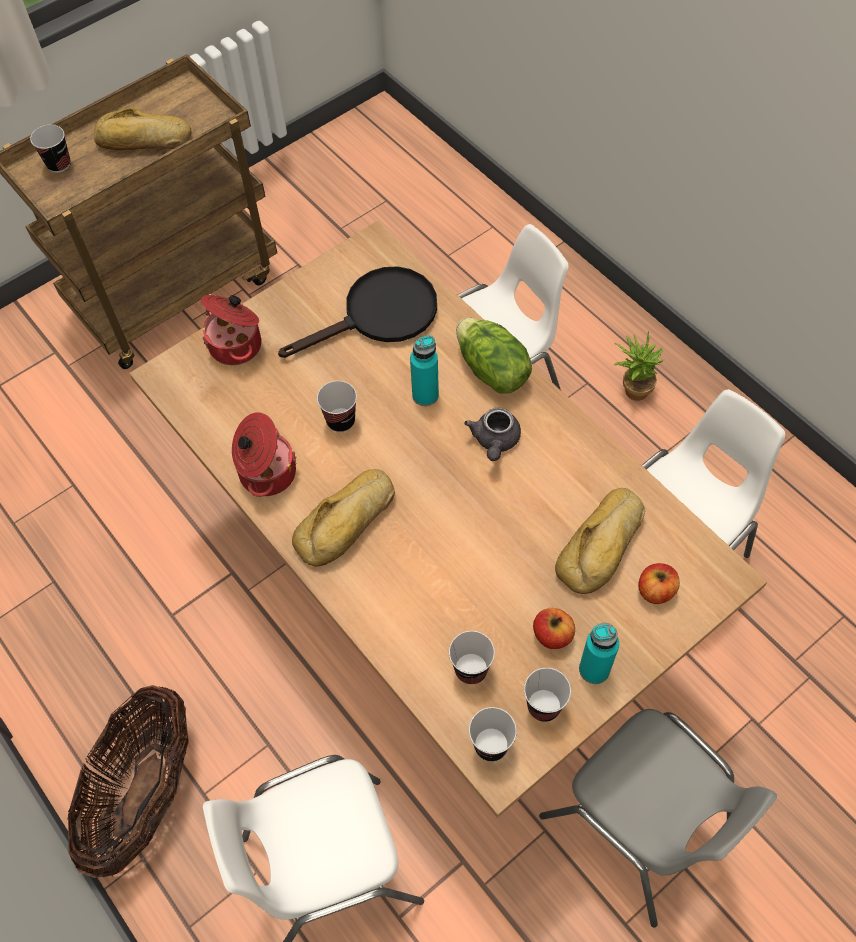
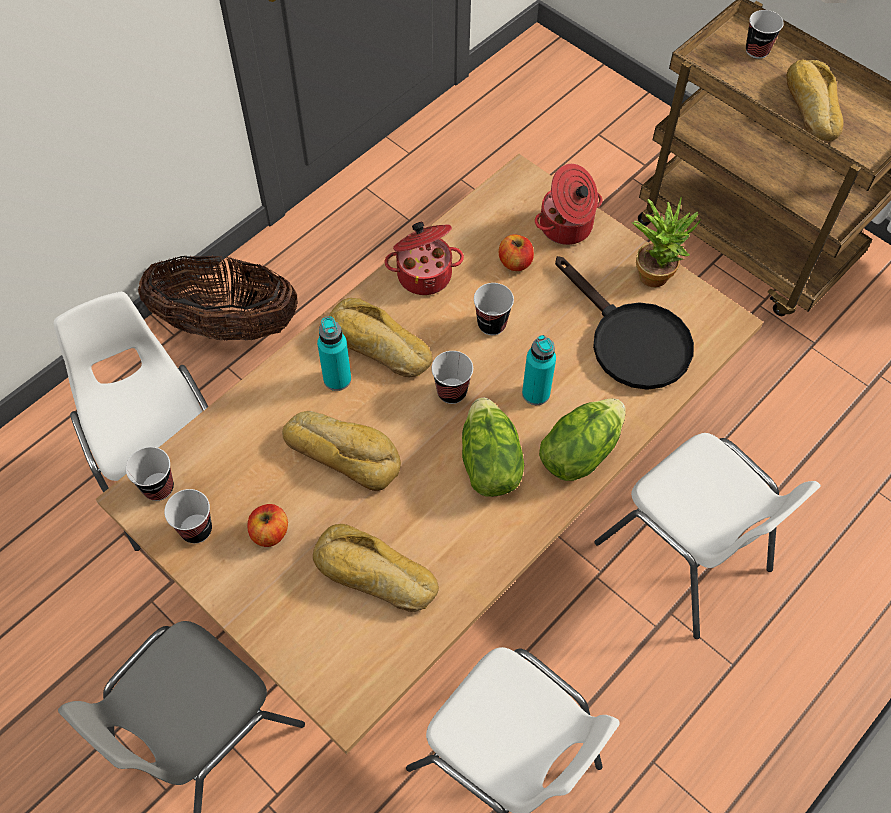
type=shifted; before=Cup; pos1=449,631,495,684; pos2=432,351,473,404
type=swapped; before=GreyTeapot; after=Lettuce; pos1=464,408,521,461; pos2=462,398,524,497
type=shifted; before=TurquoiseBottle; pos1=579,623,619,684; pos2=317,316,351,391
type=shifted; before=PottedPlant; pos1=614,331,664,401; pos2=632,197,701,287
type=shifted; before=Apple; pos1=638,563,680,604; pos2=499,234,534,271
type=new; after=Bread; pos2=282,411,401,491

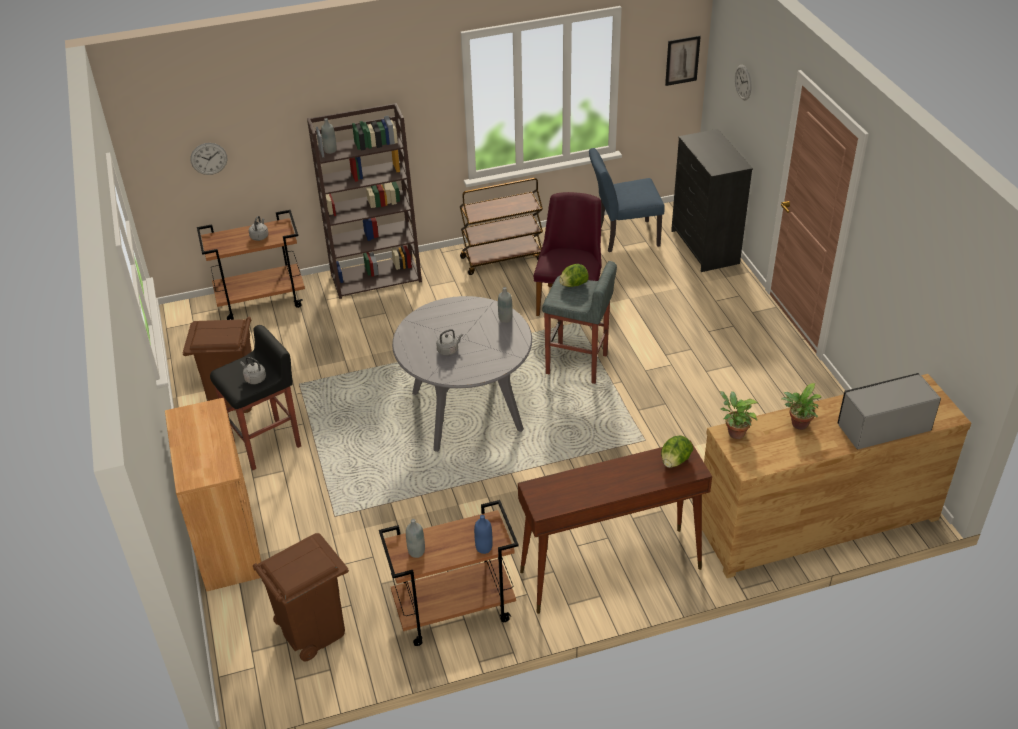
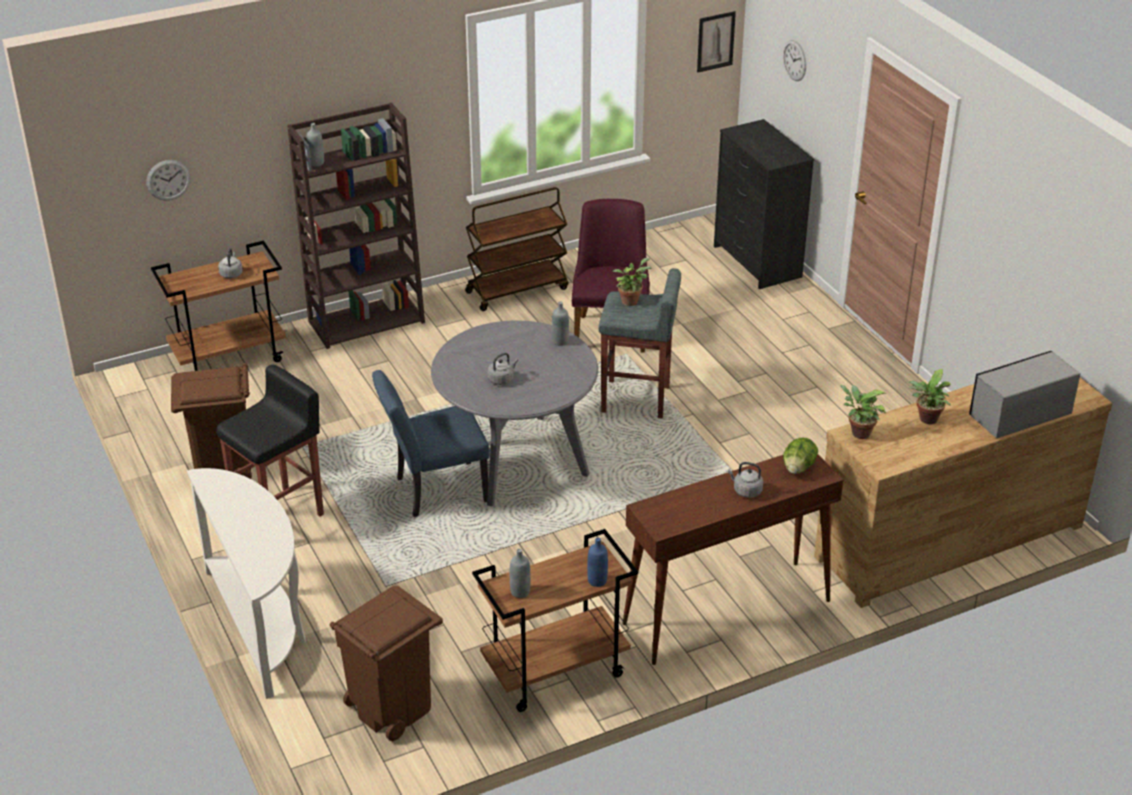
type=swapped; before=BrownCabinet; after=WhiteConsoleTable; pos1=165,398,261,592; pos2=187,468,306,699
type=shifted; before=GreyKettle; pos1=240,357,266,384; pos2=728,462,763,498
type=swapped; before=Lettuce; after=PottedPlant; pos1=559,264,589,287; pos2=613,258,652,306
type=shifted; before=BlueChair; pos1=589,148,665,252; pos2=372,370,490,517

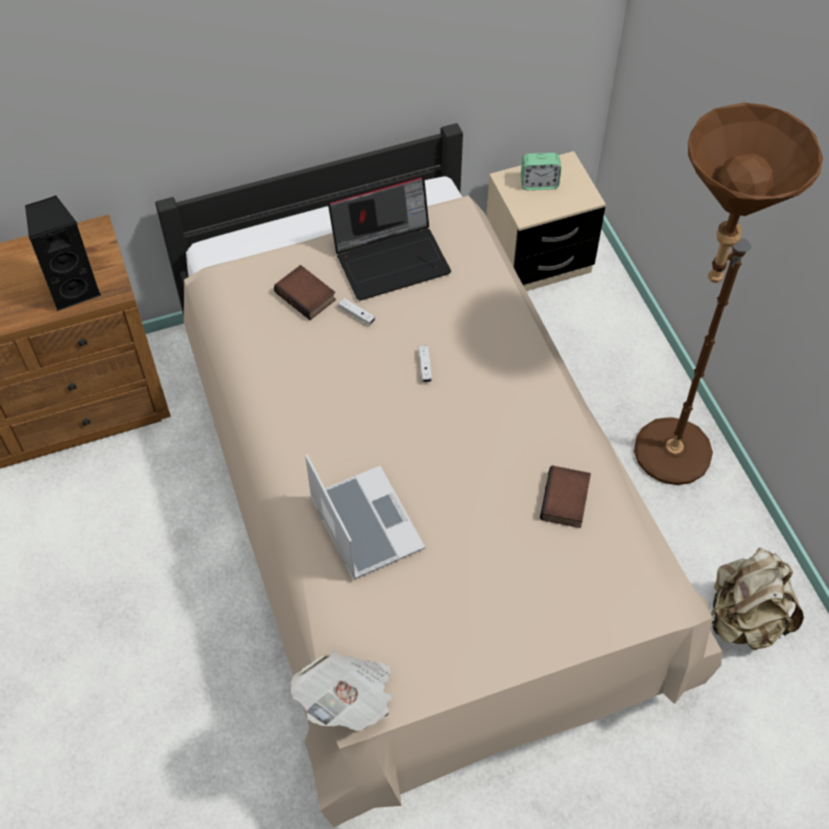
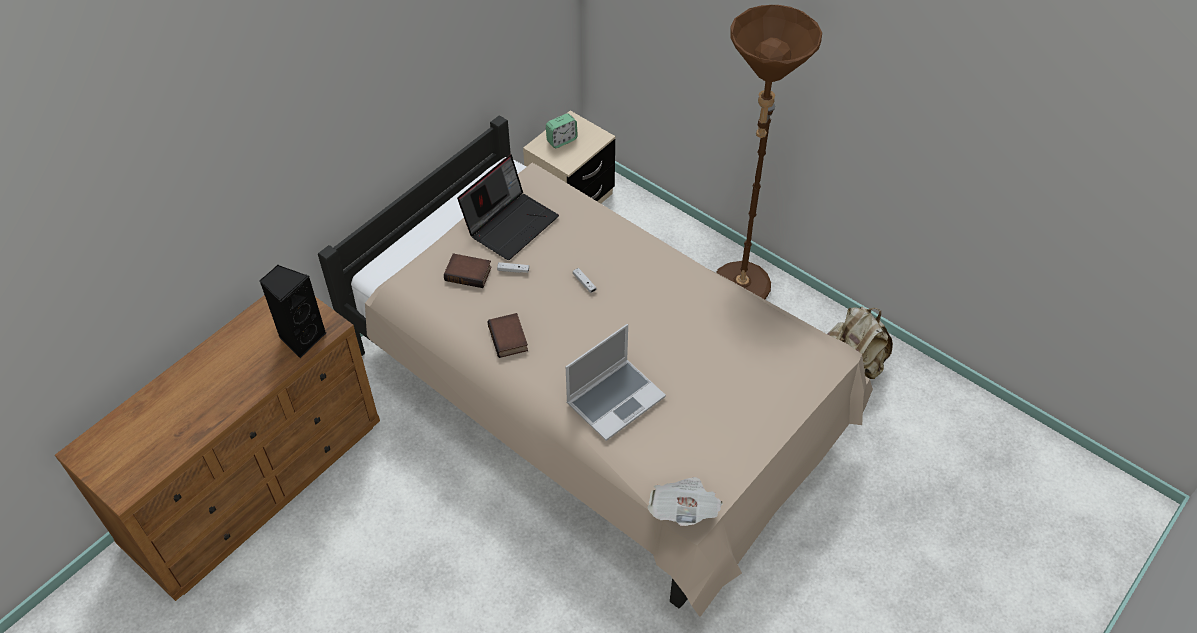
type=rotated; before=Laptop; pos1=305,454,425,580; pos2=566,324,666,441; turn=105
type=shifted; before=Book; pos1=540,465,591,528; pos2=488,313,528,358

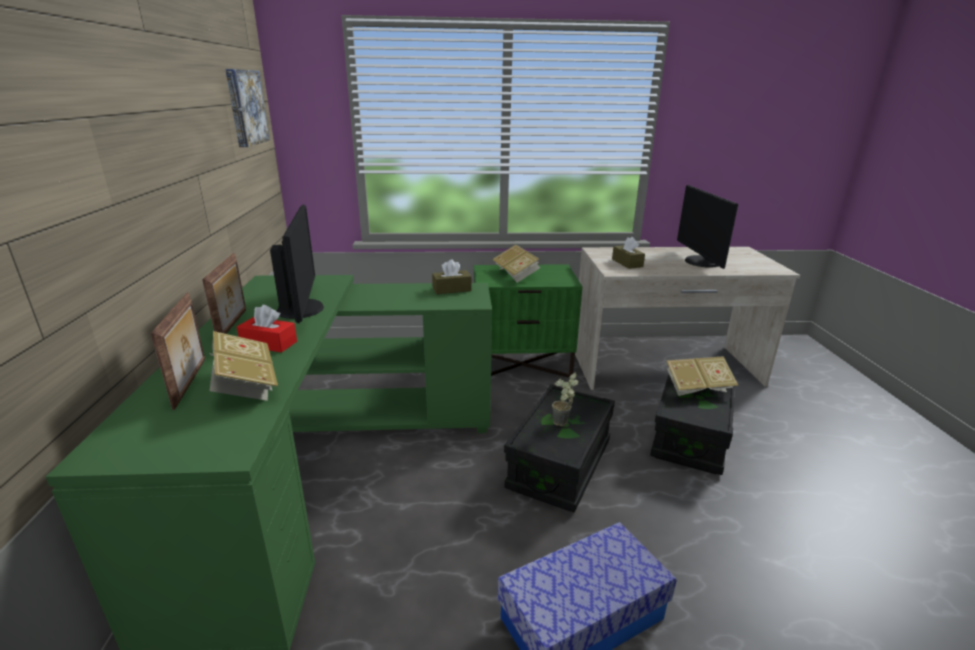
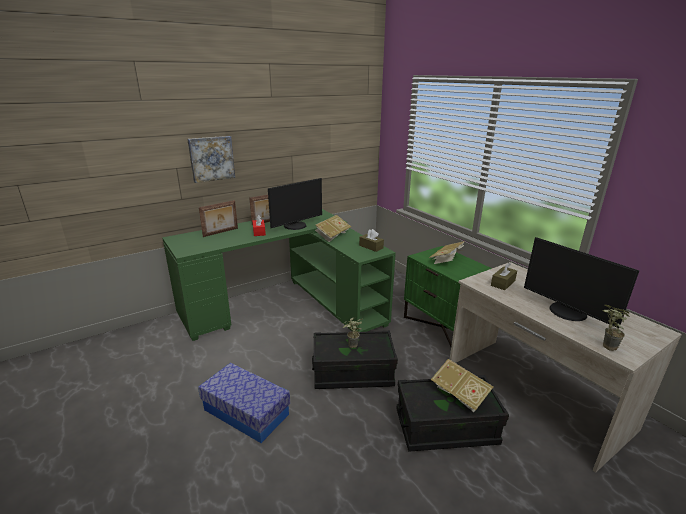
type=shifted; before=Book; pos1=209,331,278,401; pos2=315,215,351,242
type=shifted; before=Picture; pos1=225,69,270,147; pos2=187,136,235,183
type=rotated; before=Monitor; pos1=677,185,738,269; pos2=524,237,639,328; turn=-90
type=new; after=PottedPlant; pos2=602,305,630,351

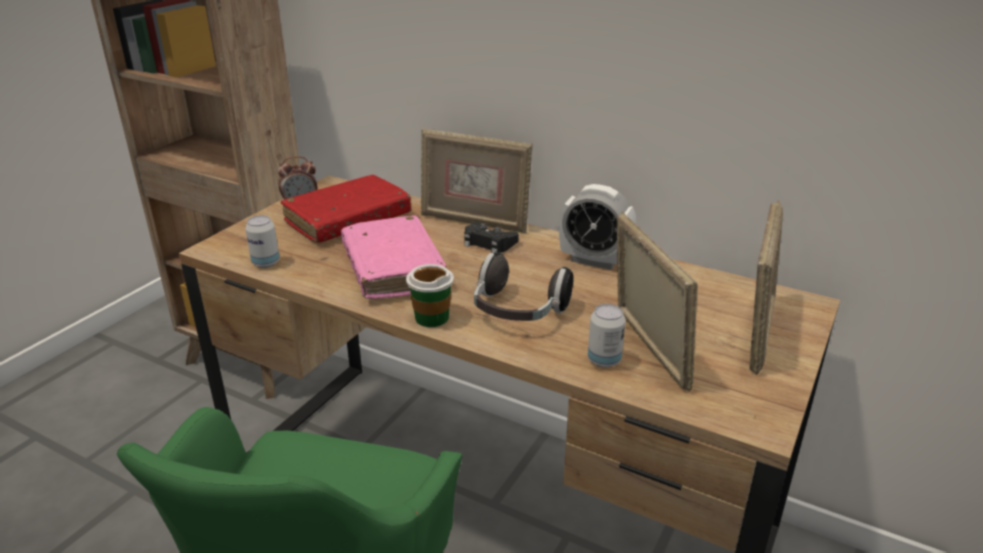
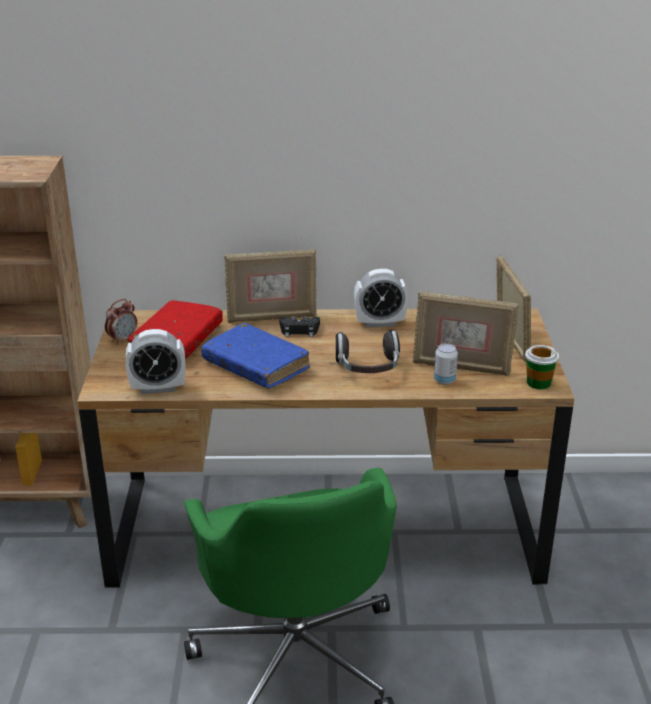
type=swapped; before=Can; after=AlarmClock; pos1=245,215,280,268; pos2=125,329,186,394
type=repainted; before=PinkBook; after=BlueBook; pos1=341,215,446,299; pos2=201,323,310,389
type=shifted; before=Cup; pos1=406,264,454,327; pos2=525,345,559,389
type=rotated; before=PictureFrame; pos1=617,211,698,392; pos2=413,291,519,376; turn=150

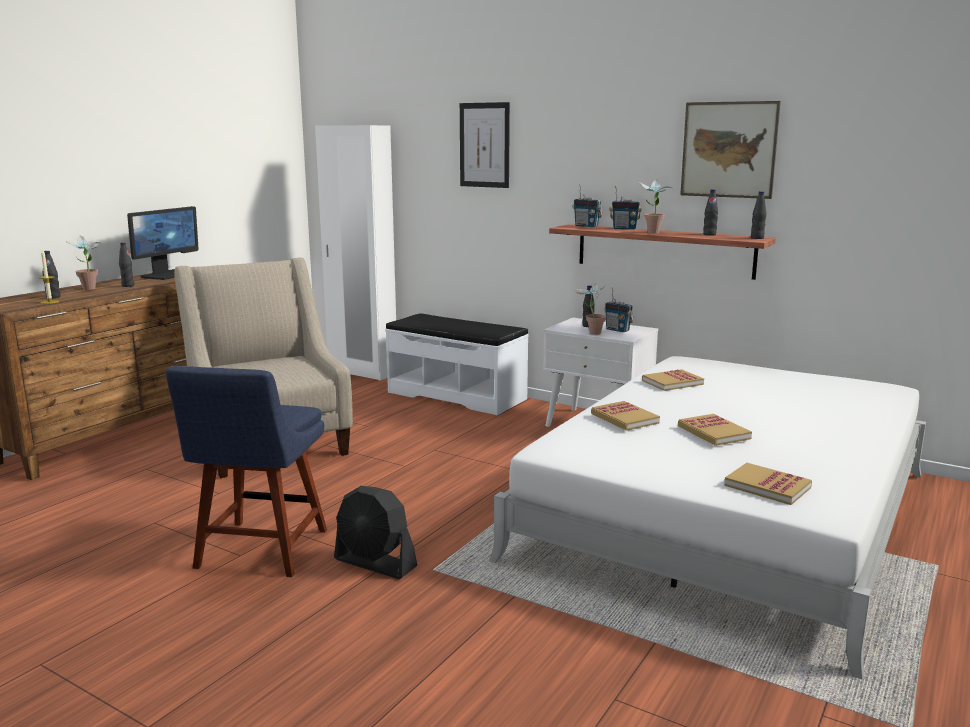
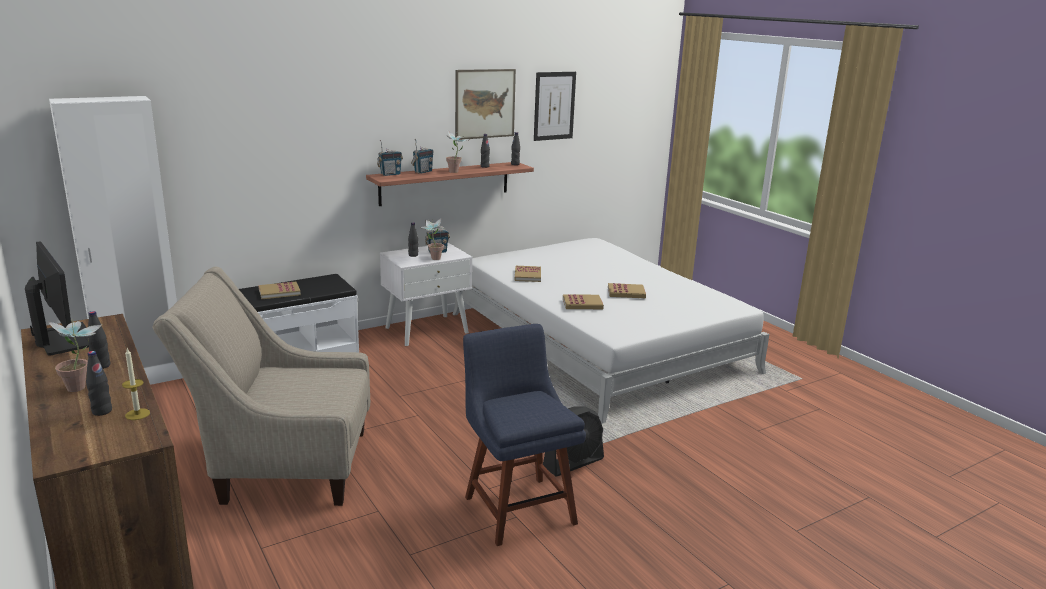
type=rotated; before=BlueChair; pos1=165,366,327,577; pos2=463,324,586,546; turn=-150
type=shifted; before=Picture; pos1=460,102,510,188; pos2=534,72,576,141
type=shifted; before=Book; pos1=724,463,812,505; pos2=258,282,301,299

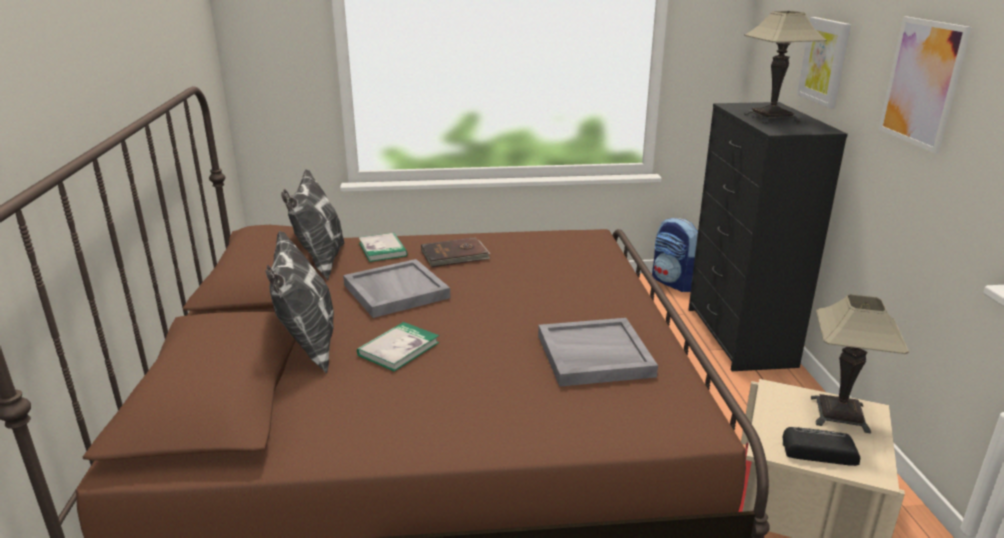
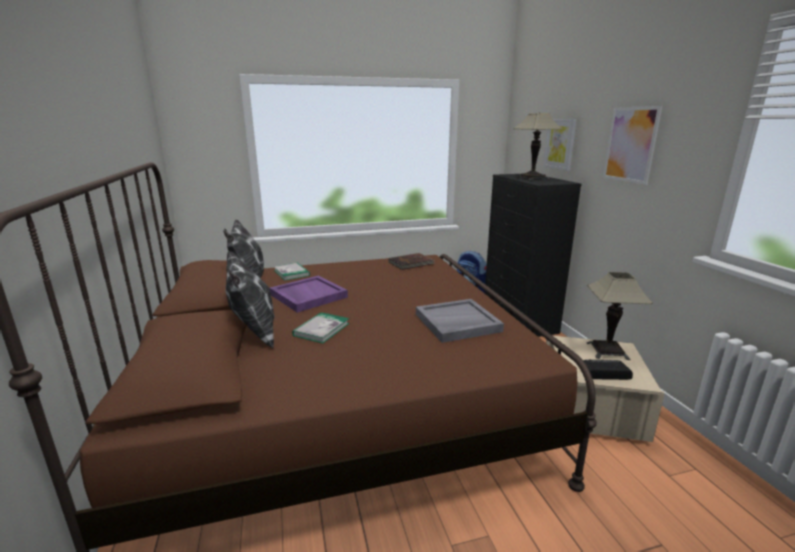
type=repainted; before=GreyTray; after=PurpleTray; pos1=343,259,450,318; pos2=270,276,348,313
type=shifted; before=BrownBook; pos1=421,237,491,267; pos2=389,253,435,270

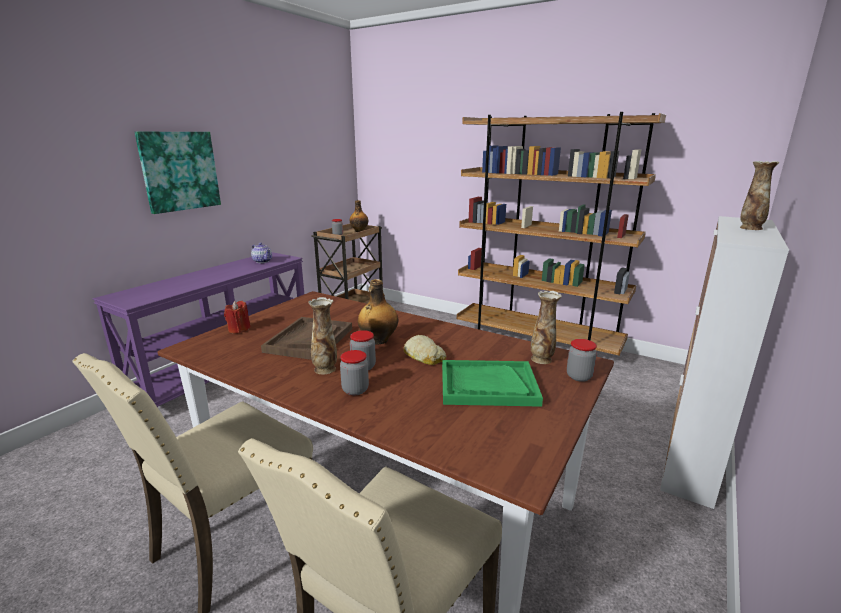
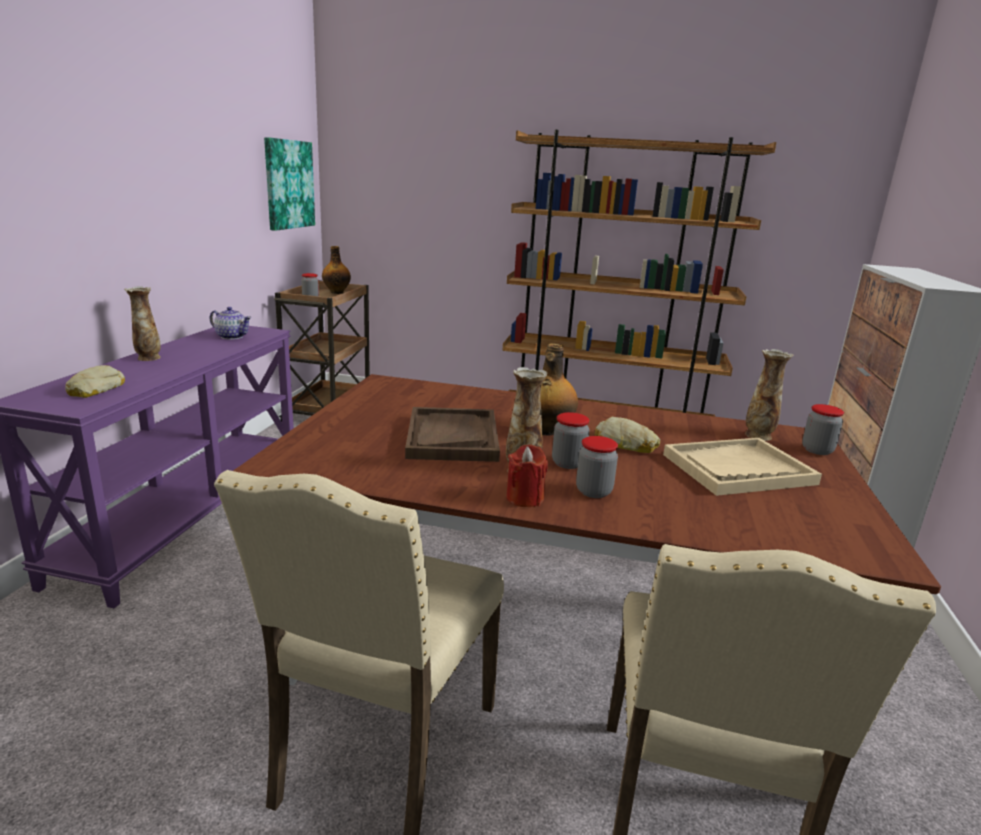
type=shifted; before=Picture; pos1=135,132,221,214; pos2=264,137,315,231
type=shifted; before=RedCandle; pos1=224,301,250,333; pos2=506,444,548,507
type=repainted; before=GreenTray; after=BeigeTray; pos1=442,360,543,407; pos2=663,438,822,496
type=shifted; before=Vase; pos1=740,161,779,230; pos2=124,286,161,361
type=new; after=Bread; pos2=65,365,125,398

